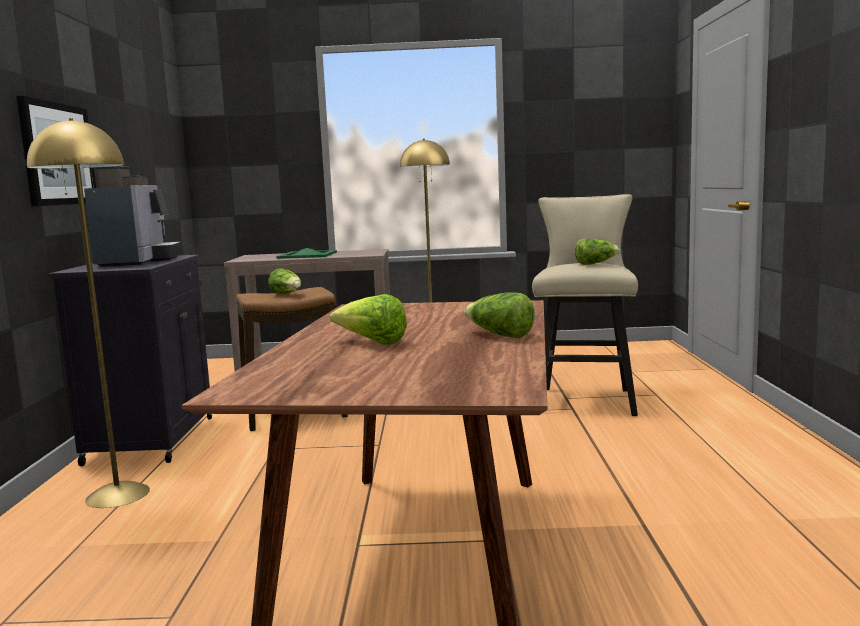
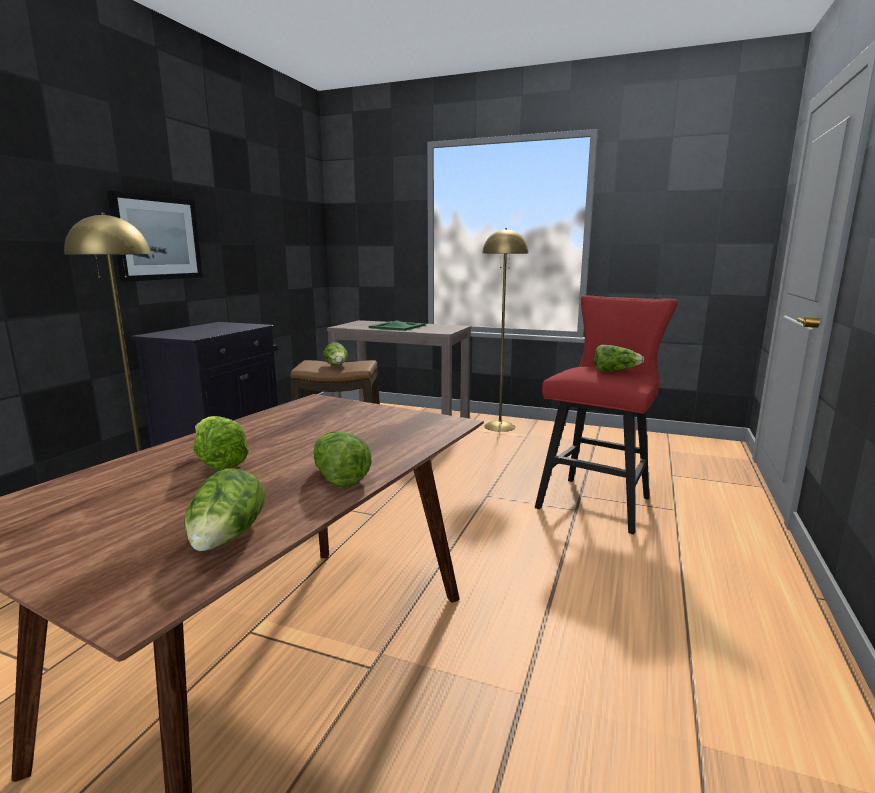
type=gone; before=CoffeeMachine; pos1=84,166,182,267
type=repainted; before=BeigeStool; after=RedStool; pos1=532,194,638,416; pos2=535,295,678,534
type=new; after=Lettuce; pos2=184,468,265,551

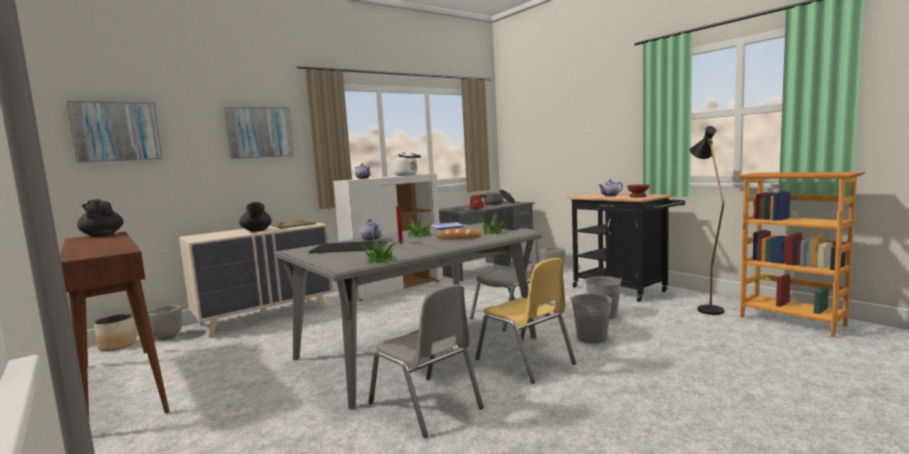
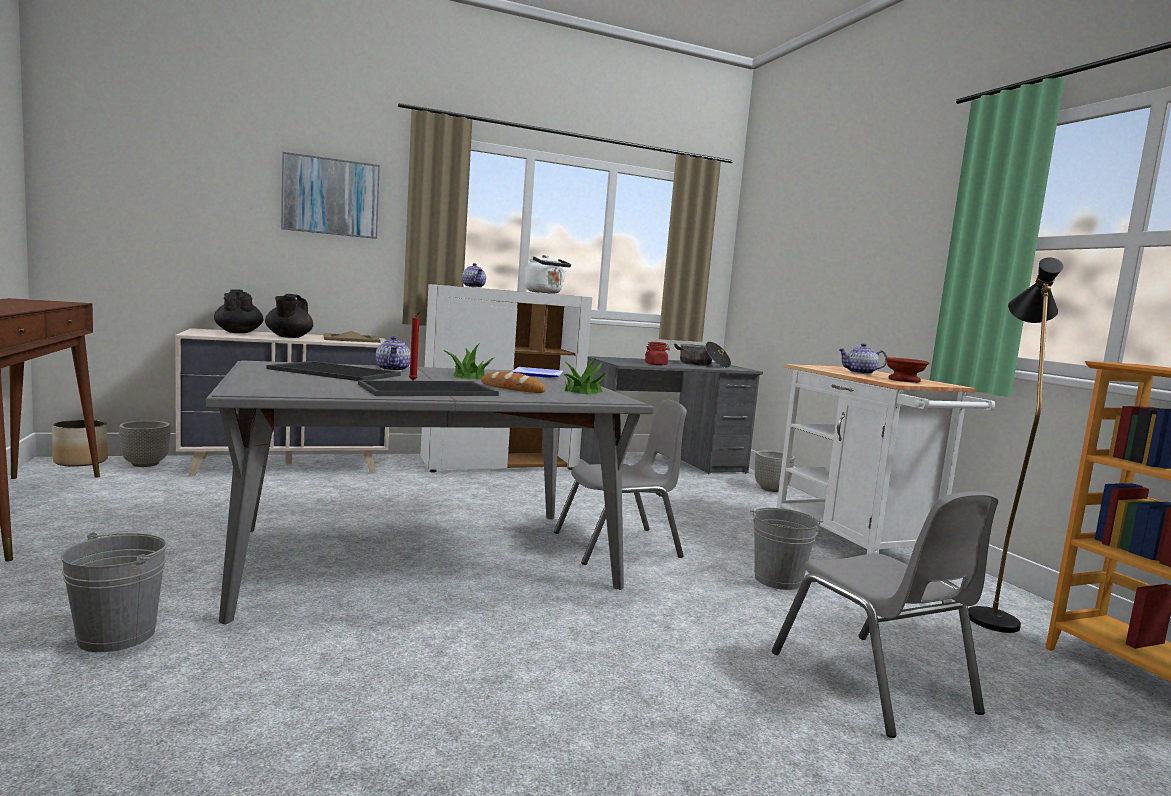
type=gone; before=Picture; pos1=67,101,162,163
type=shifted; before=BlackTeapot; pos1=77,199,124,237; pos2=214,289,263,333
type=gone; before=PottedPlant; pos1=363,236,397,264
type=shifted; before=GreyChair; pos1=369,284,484,438; pos2=772,491,998,738
type=gone; before=YellowChair; pos1=475,258,576,384
type=repainted; before=BlackCart; after=WhiteCart; pos1=566,193,685,302; pos2=776,364,995,554
type=shifted; before=GreyBucket; pos1=569,294,614,343; pos2=61,532,167,652
type=new; after=Tray; pos2=358,380,499,396

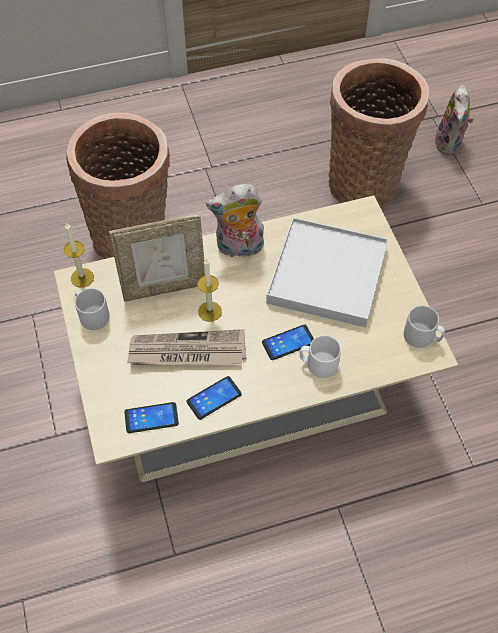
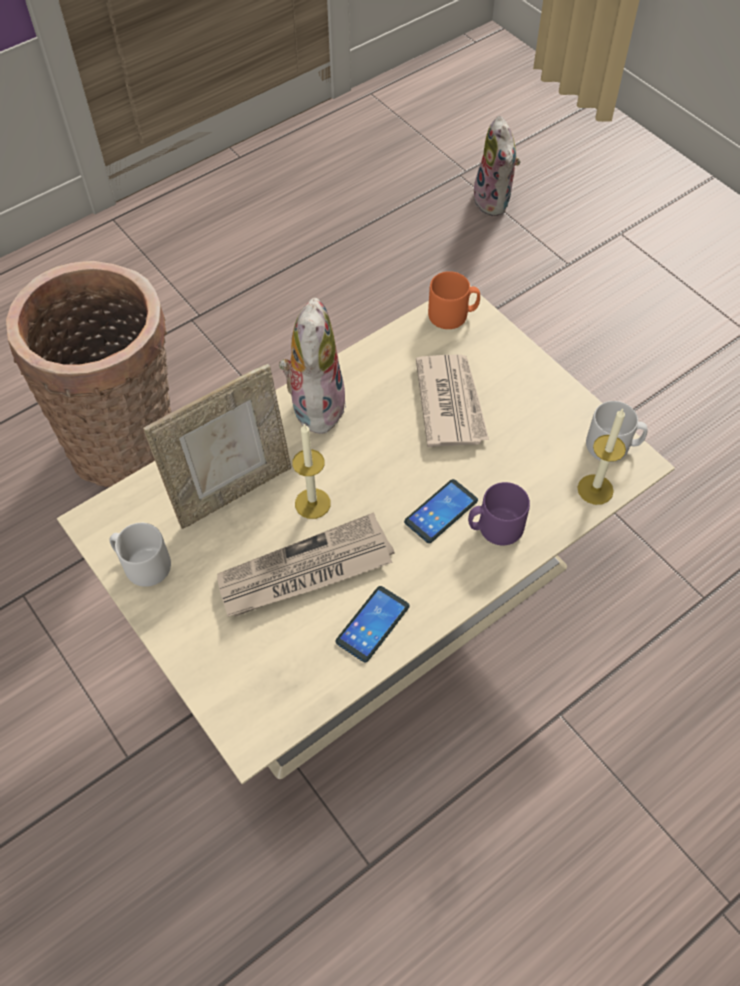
type=shifted; before=Candle; pos1=64,223,94,288; pos2=577,409,626,505
type=gone; before=Phone; pos1=124,402,179,433
type=rotated; before=PlushToy; pos1=206,184,264,257; pos2=279,297,346,434; turn=120
type=swapped; before=WhiteTray; after=Newspaper; pos1=266,217,388,327; pos2=416,354,489,447
type=repainted; before=WhiteMug; after=PurpleMug; pos1=300,335,341,378; pos2=468,482,530,545
type=gone; before=Basket; pos1=328,58,430,208
type=new; after=OrangeMug; pos2=428,271,480,329

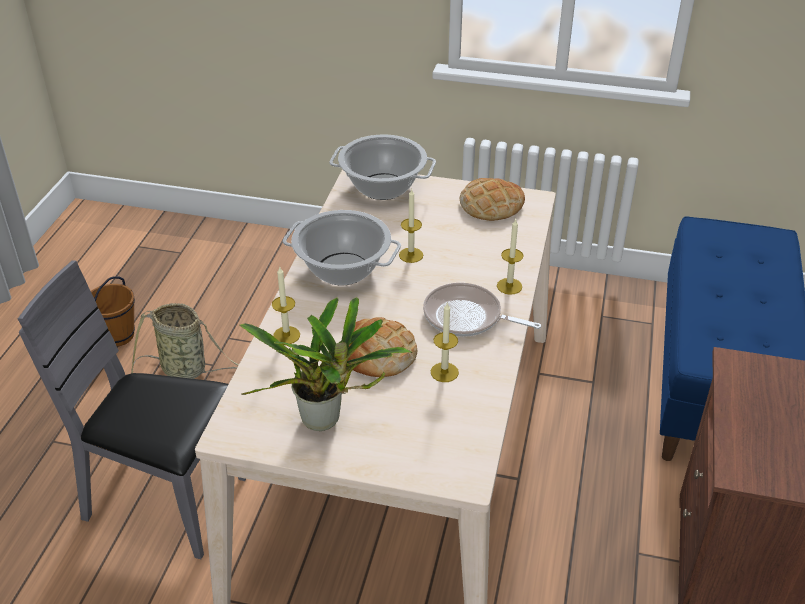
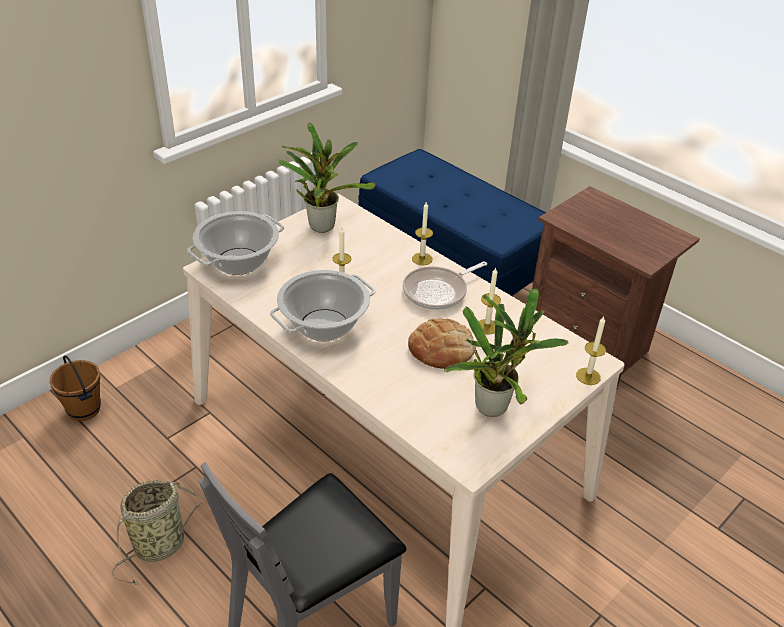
type=shifted; before=BrownBucket; pos1=91,277,135,347; pos2=49,356,101,421
type=shifted; before=Candle; pos1=272,267,300,344; pos2=576,317,606,385
type=swapped; before=Bread; after=PottedPlant; pos1=460,178,525,221; pos2=278,123,375,233

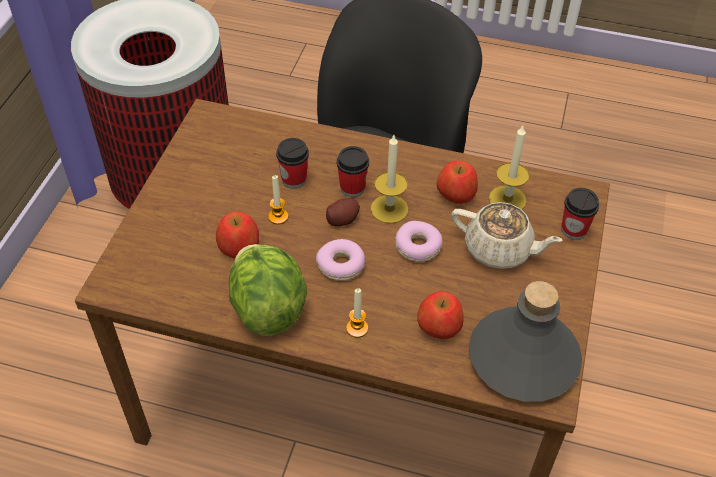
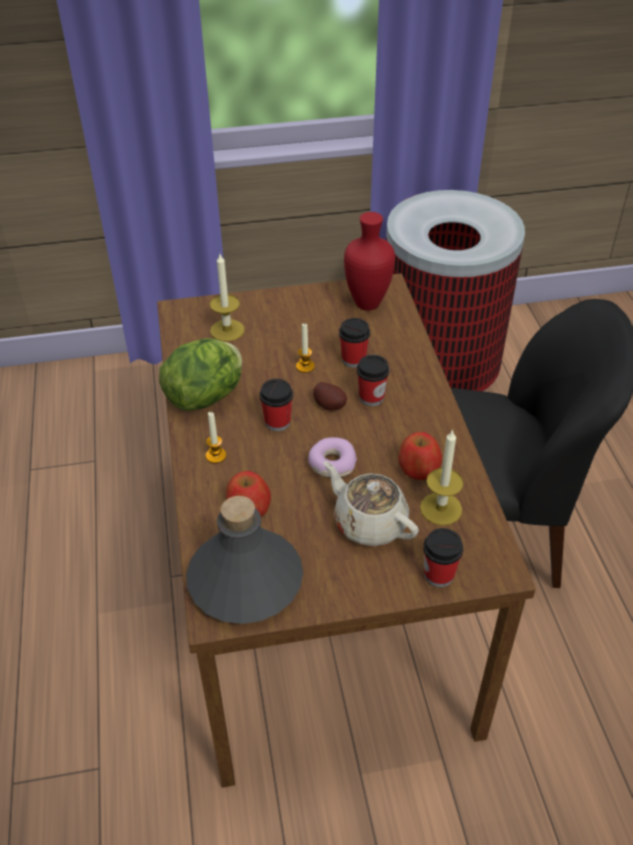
type=gone; before=Apple; pos1=216,211,259,259
type=swapped; before=Donut; after=Cup; pos1=316,239,365,281; pos2=260,379,293,431
type=shifted; before=Candle; pos1=371,135,408,224; pos2=210,254,245,341
type=rotated; before=BeigeTeapot; pos1=452,202,563,269; pos2=324,461,419,546; turn=135
type=new; after=RedVase; pos2=344,212,395,311

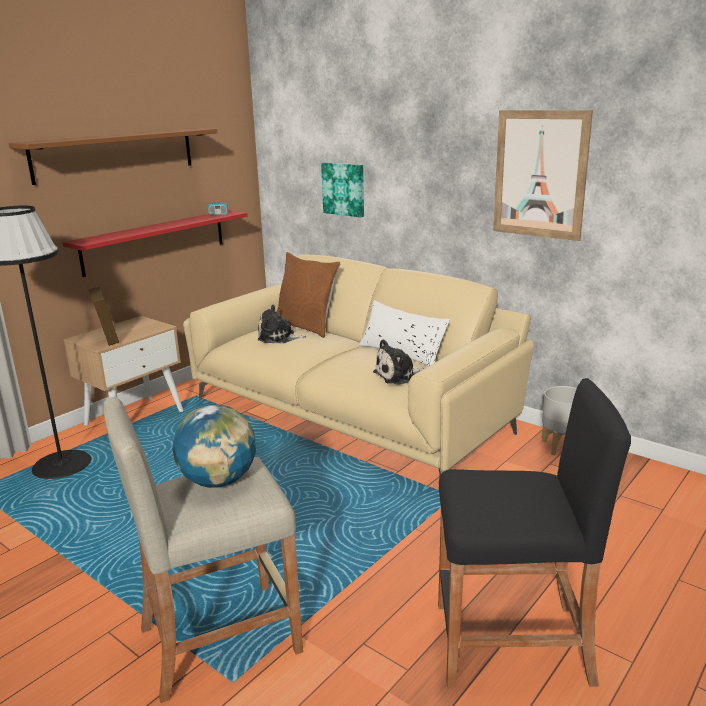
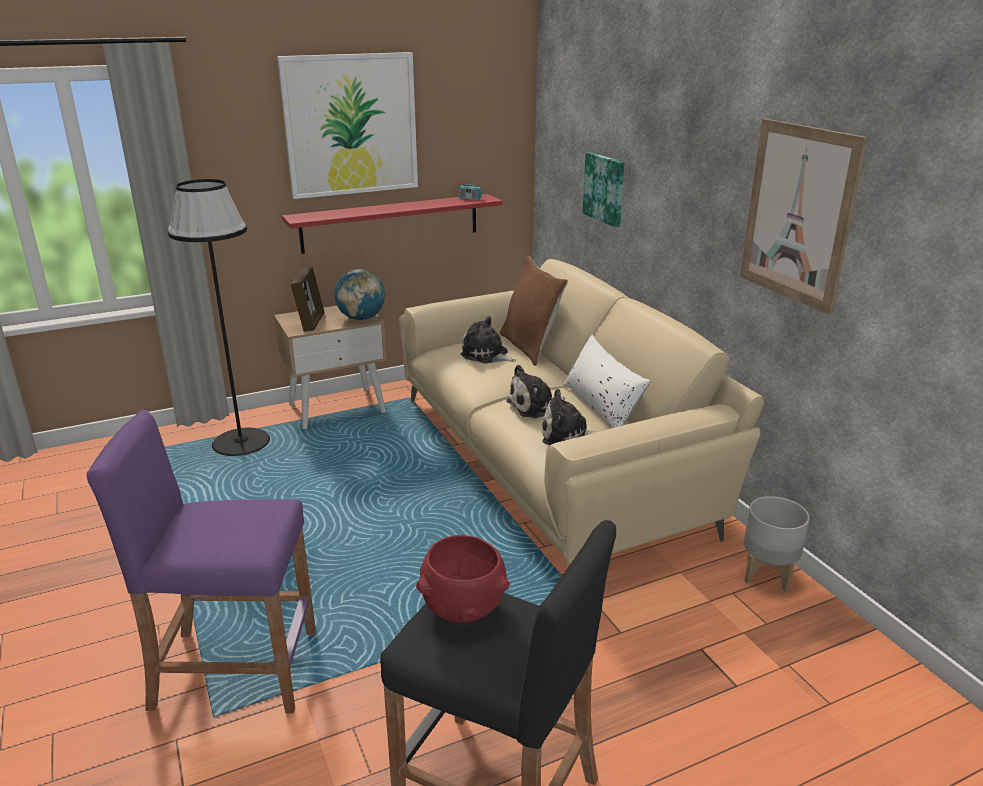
type=swapped; before=BrownShelf; after=Picture; pos1=8,128,217,185; pos2=277,52,418,199
type=repainted; before=BeigeStool; after=PurpleStool; pos1=104,397,303,703; pos2=87,410,316,713
type=shifted; before=Globe; pos1=172,405,256,488; pos2=334,269,385,320
type=new; after=RedBowl; pos2=416,535,510,623
type=new; after=PlushToy; pos2=506,365,565,418

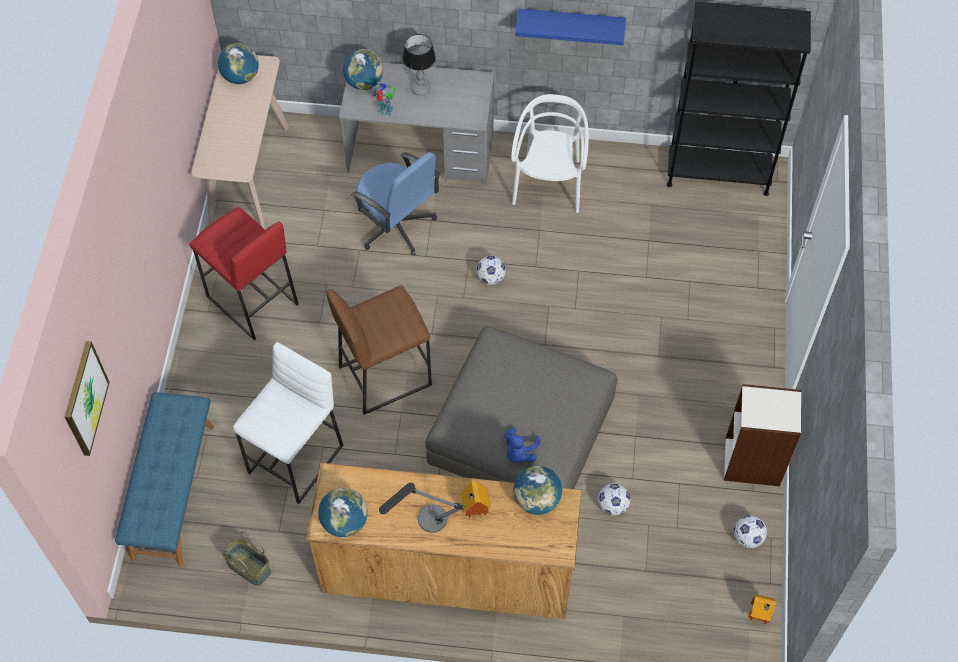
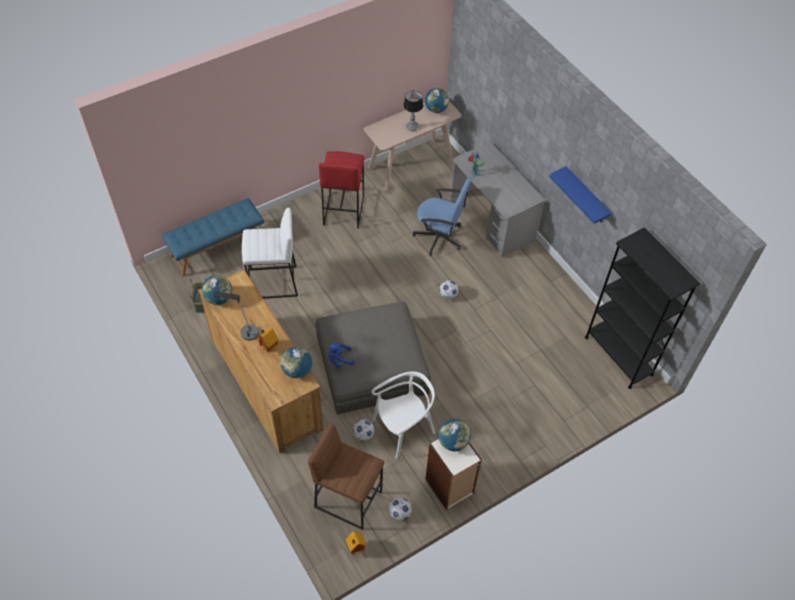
type=gone; before=Picture; pos1=65,341,110,456
type=shifted; before=BrownStool; pos1=326,285,432,415; pos2=308,423,384,530
type=shifted; before=Globe; pos1=343,49,383,90; pos2=439,419,471,451
type=rotated; before=BlueOfficeChair; pos1=351,152,441,255; pos2=412,178,472,256; turn=-75
type=shifted; before=TableLamp; pos1=403,34,436,96; pos2=403,90,423,131
type=shifted; before=WhiteChair; pos1=511,94,589,213; pos2=371,371,435,459

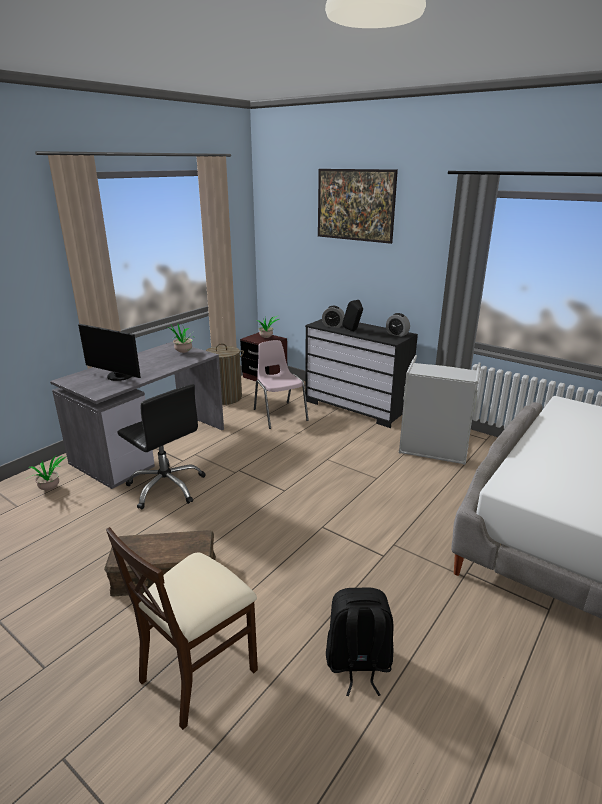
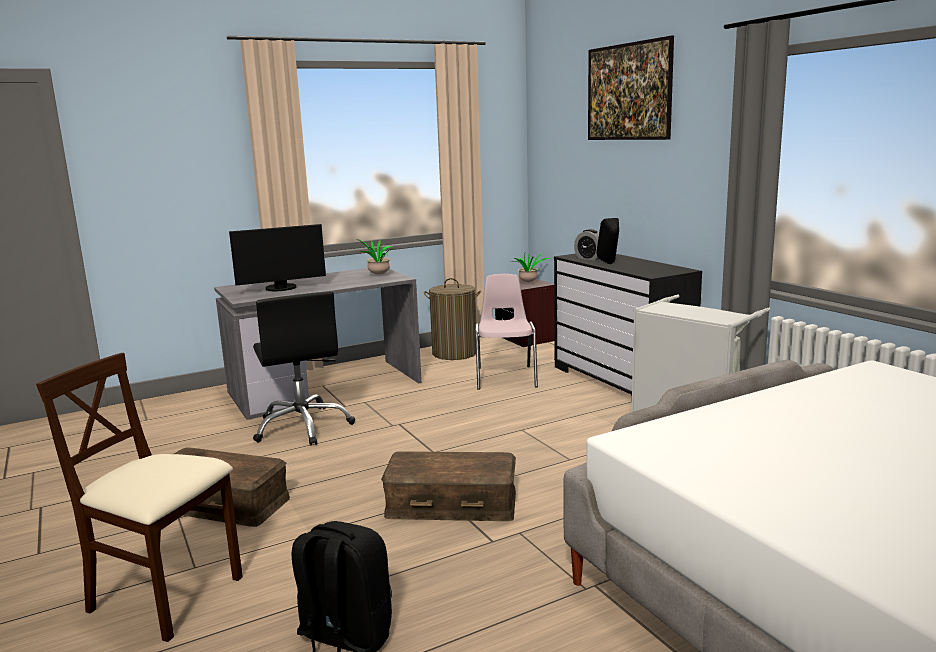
type=gone; before=PottedPlant; pos1=25,455,67,490
type=rotated; before=Monitor; pos1=78,324,141,381; pos2=229,224,326,291; turn=-75
type=rotated; before=BeigeChair; pos1=106,527,258,730; pos2=36,353,243,642; turn=45
type=gone; before=AlarmClock; pos1=386,313,410,337
type=new; after=BrownStorageBox; pos2=381,451,516,521

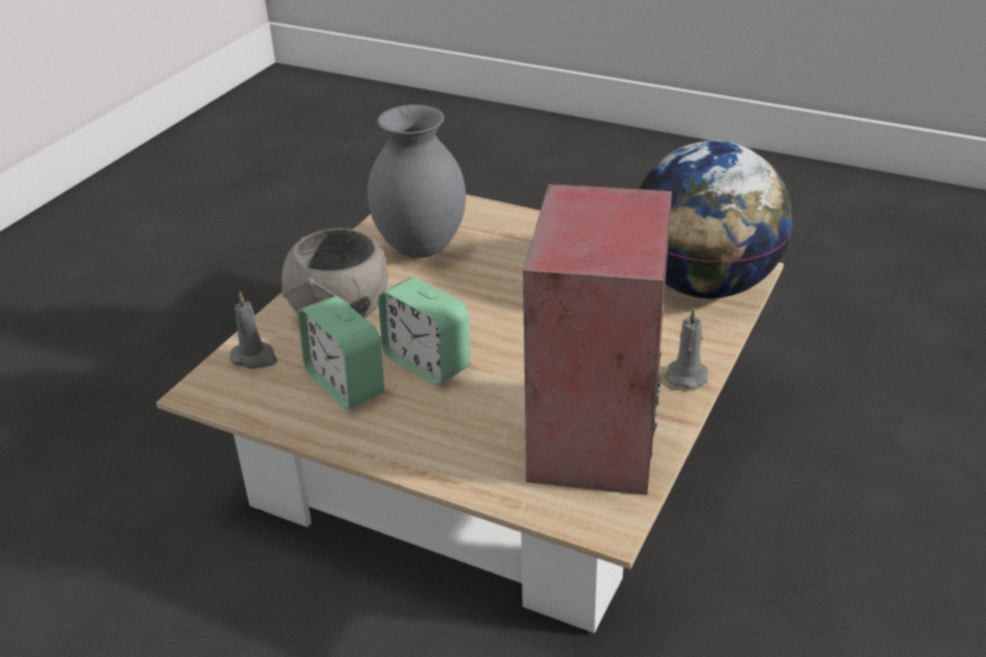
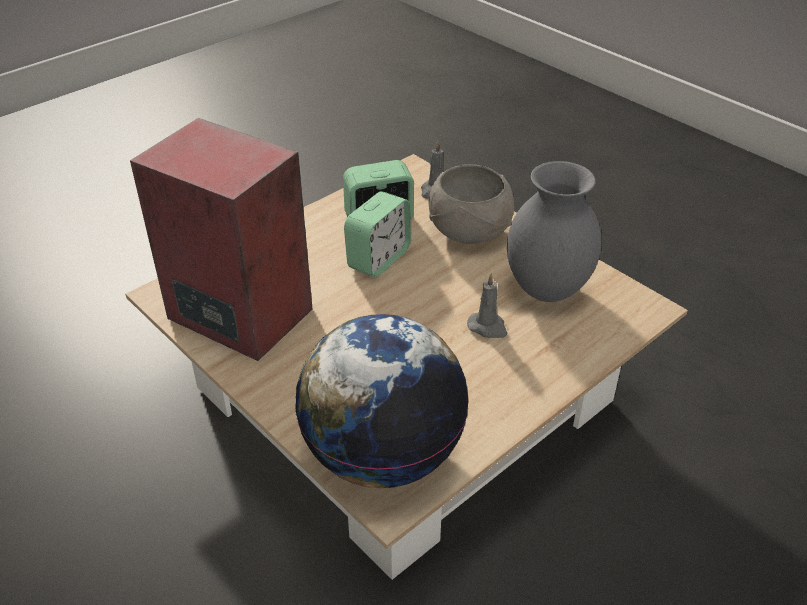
type=rotated; before=AlarmClock; pos1=378,277,470,385; pos2=344,191,411,277; turn=150
type=shifted; before=GreyCandle; pos1=665,307,708,389; pos2=467,273,507,338

